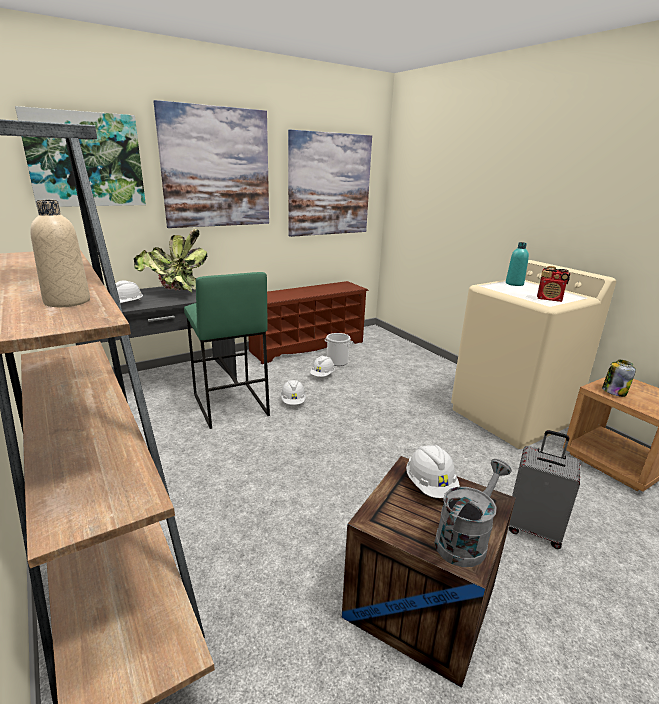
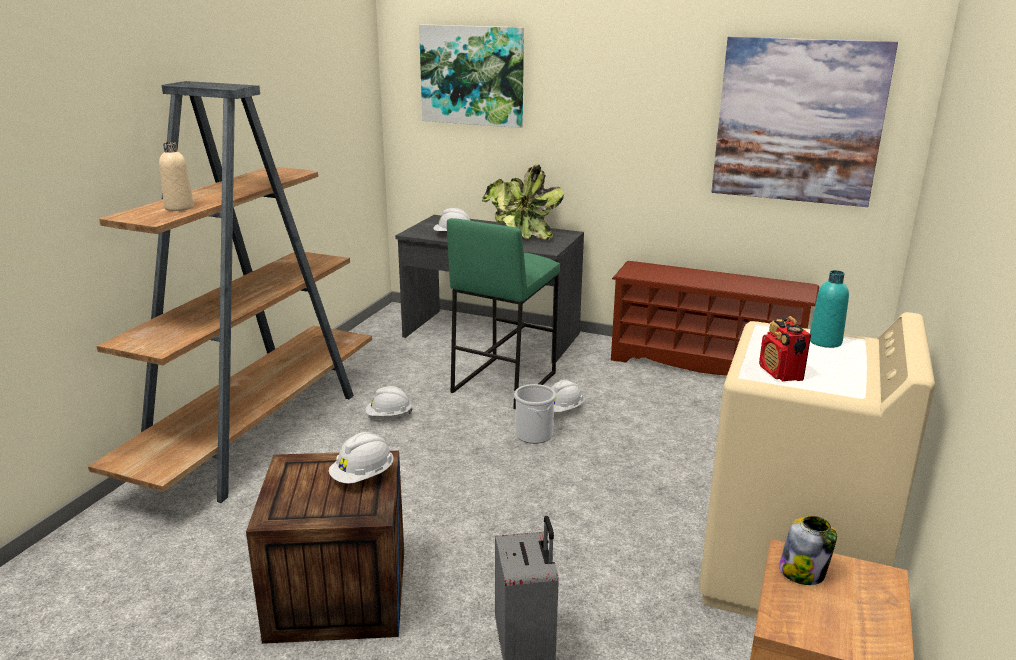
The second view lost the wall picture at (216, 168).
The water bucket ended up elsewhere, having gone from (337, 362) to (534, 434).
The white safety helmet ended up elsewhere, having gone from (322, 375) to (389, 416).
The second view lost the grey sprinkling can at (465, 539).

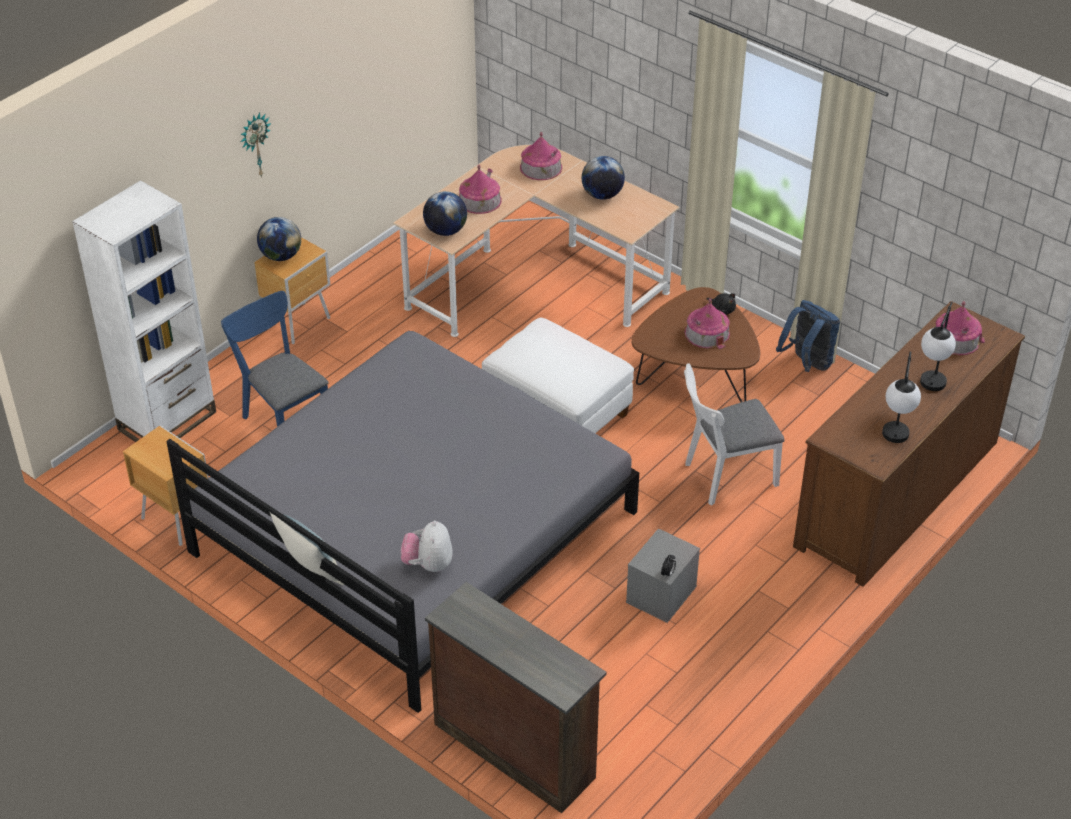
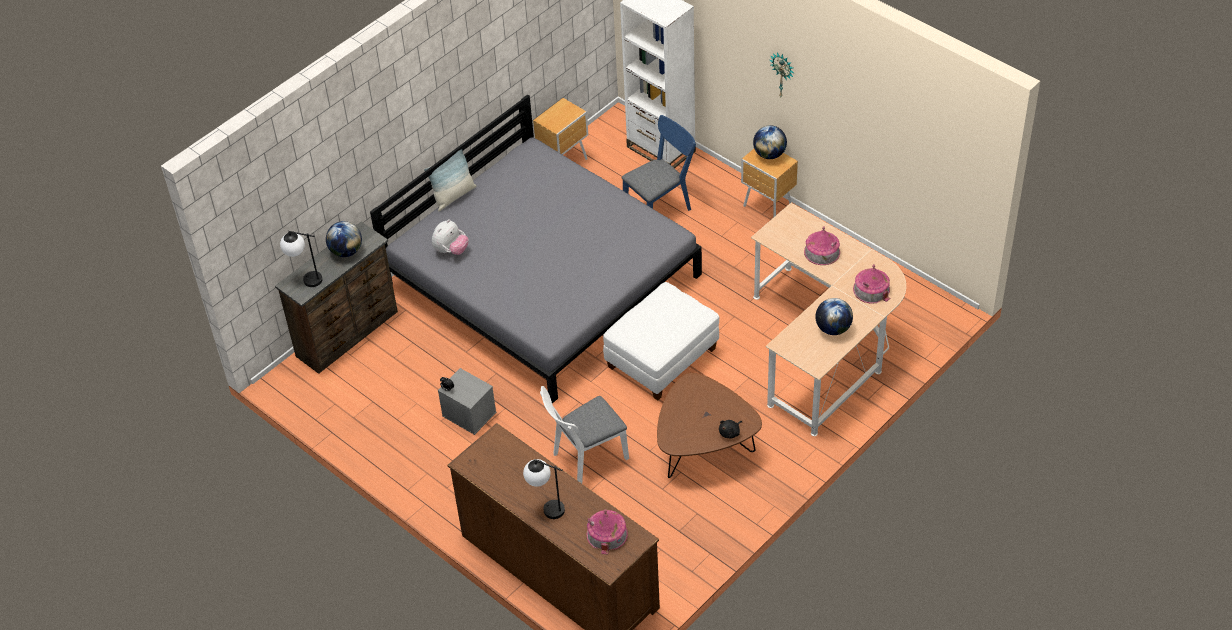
The world globe ended up elsewhere, having gone from (445, 231) to (346, 251).
The second view lost the miniature house at (707, 333).
The second view lost the blue backpack at (807, 363).
The lamp for a table ended up elsewhere, having gone from (894, 441) to (305, 279).
The white chair at (724, 476) ended up facing another way, 105 degrees counterclockwise from before.
The cuddly toy at (428, 564) ended up facing another way, 120 degrees clockwise from before.

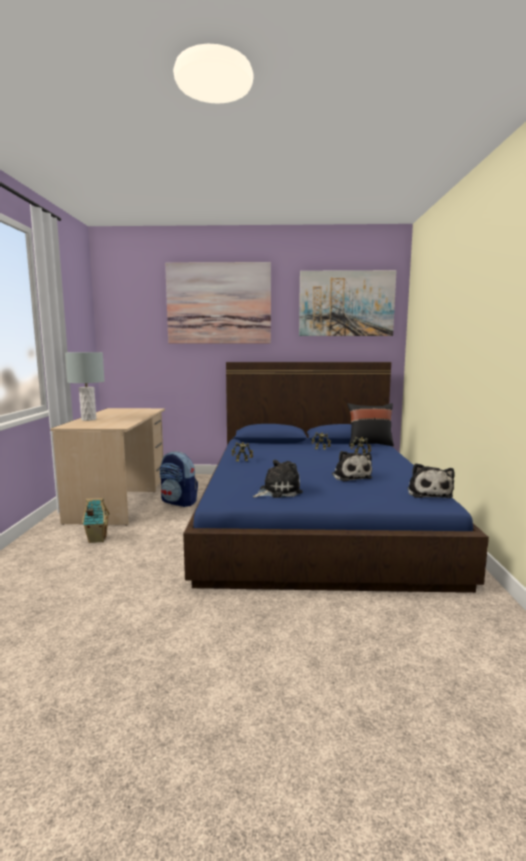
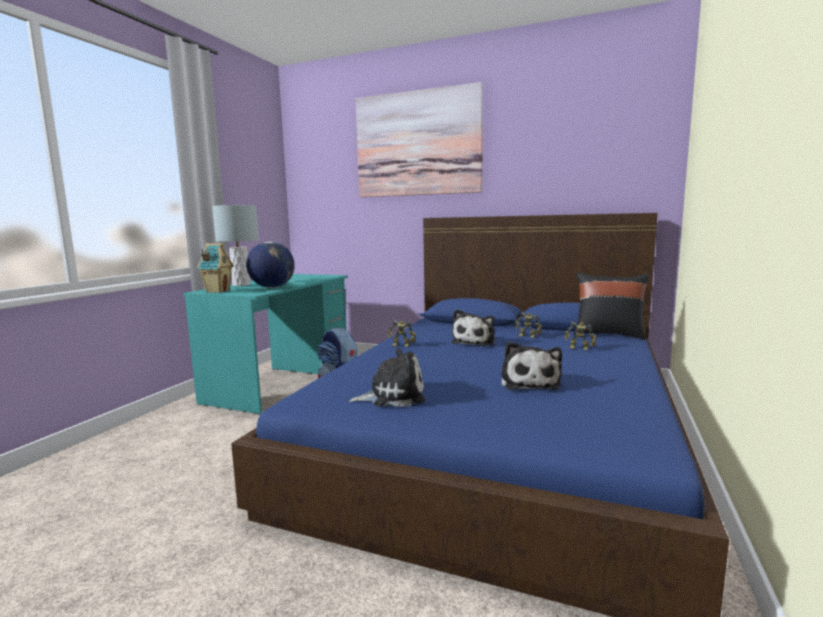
The second view lost the wall picture at (346, 303).
What was the beige-coloured desk at (120, 500) turned into the turquoise-coloured desk at (281, 381).
The cuddly toy ended up elsewhere, having gone from (428, 493) to (475, 342).
The miniature house ended up elsewhere, having gone from (97, 539) to (217, 291).
The second view gained the world globe at (272, 287).

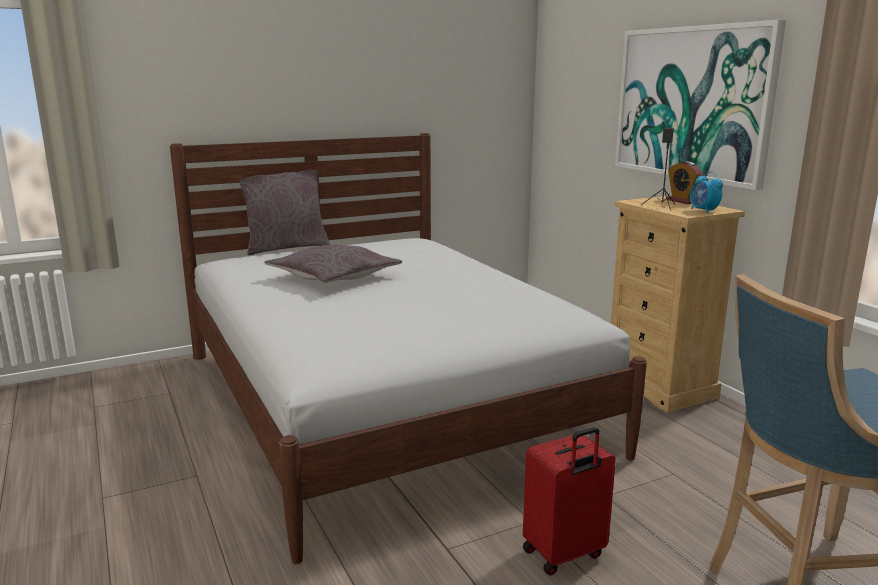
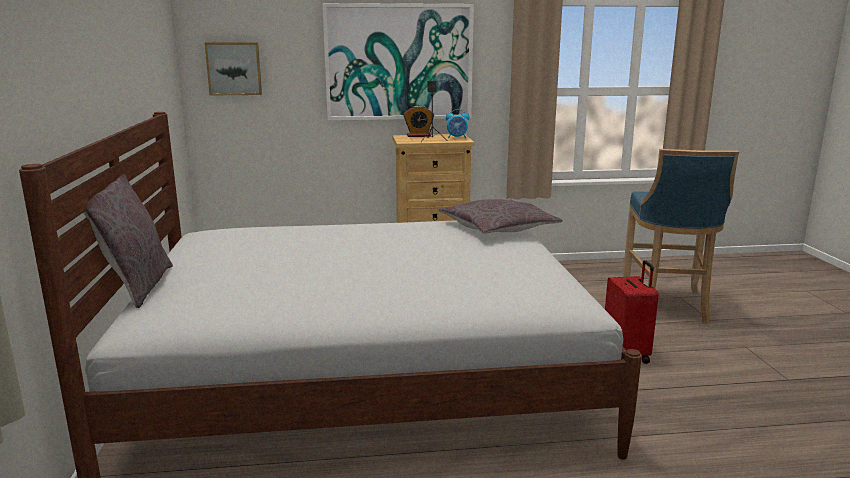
The grey throw pillow ended up elsewhere, having gone from (333, 277) to (498, 228).
The second view gained the wall picture at (234, 68).

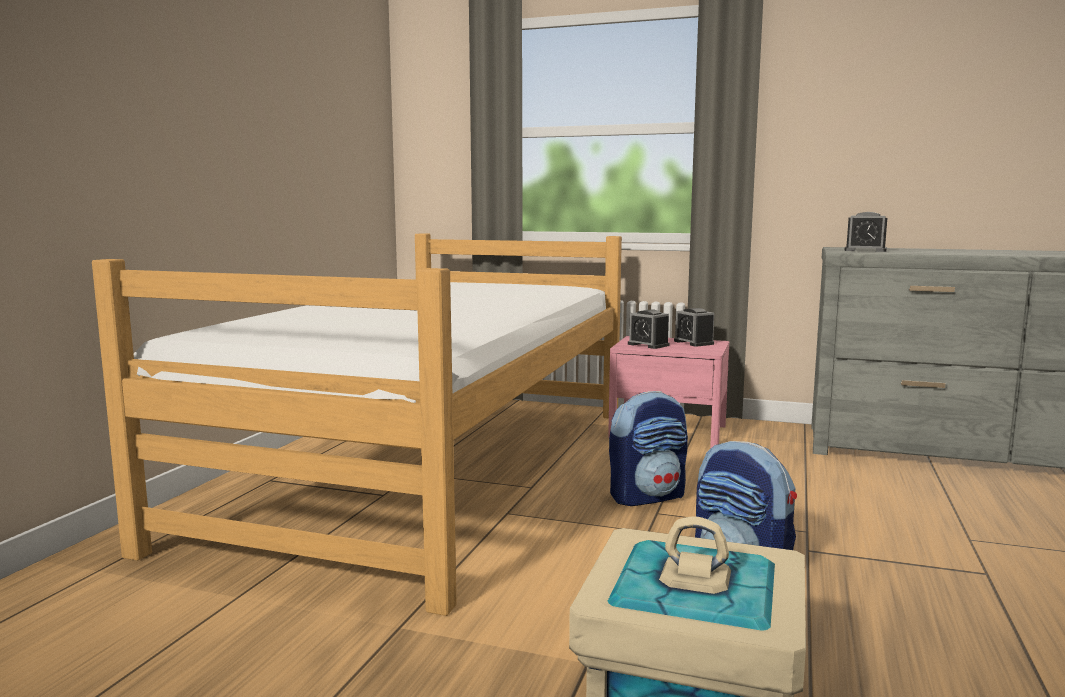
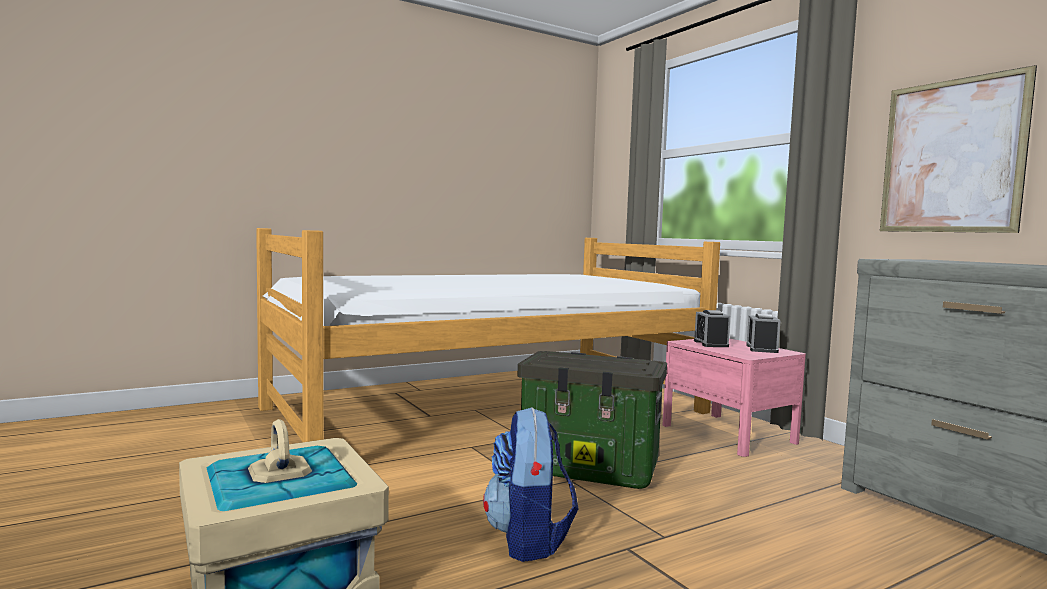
The second view lost the table clock at (865, 250).
Where the backpack stood at (648, 496), the storage container came to stand at (591, 468).
The second view gained the wall picture at (951, 156).

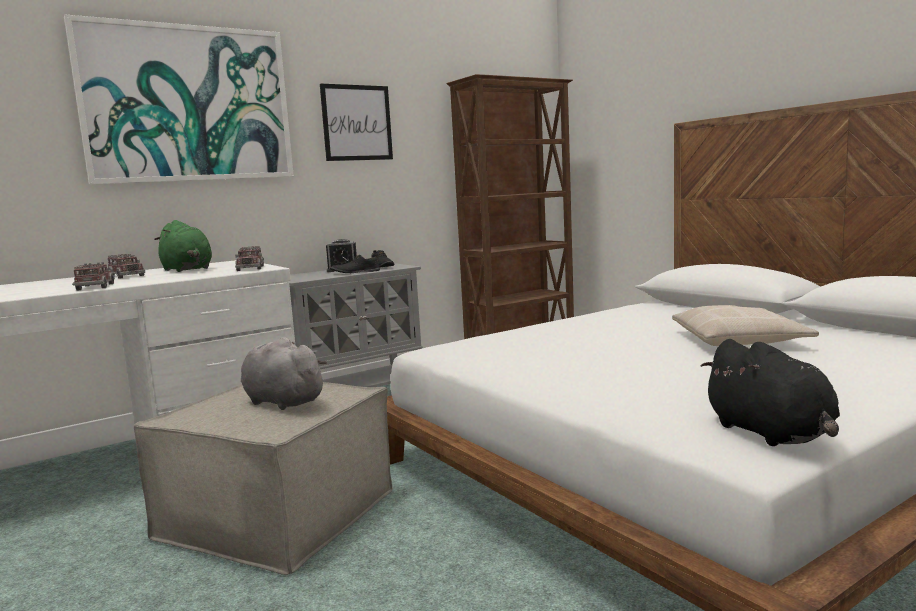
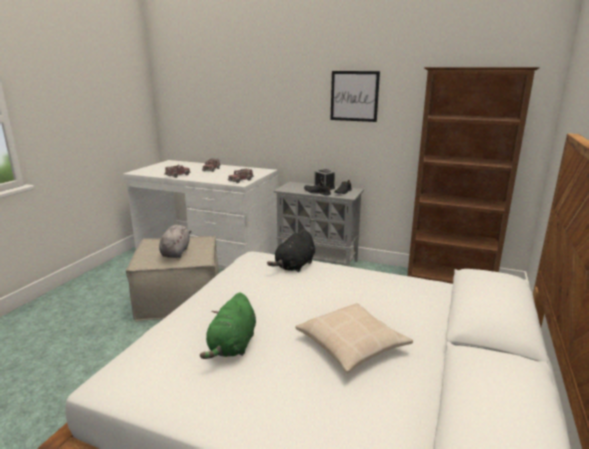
The second view lost the wall picture at (188, 104).
The green-coloured cuddly toy ended up elsewhere, having gone from (187, 270) to (232, 346).
The blackish cuddly toy ended up elsewhere, having gone from (771, 434) to (294, 266).

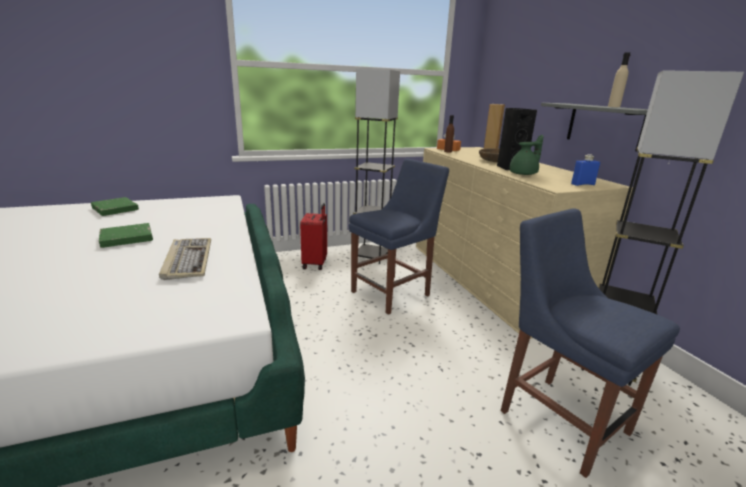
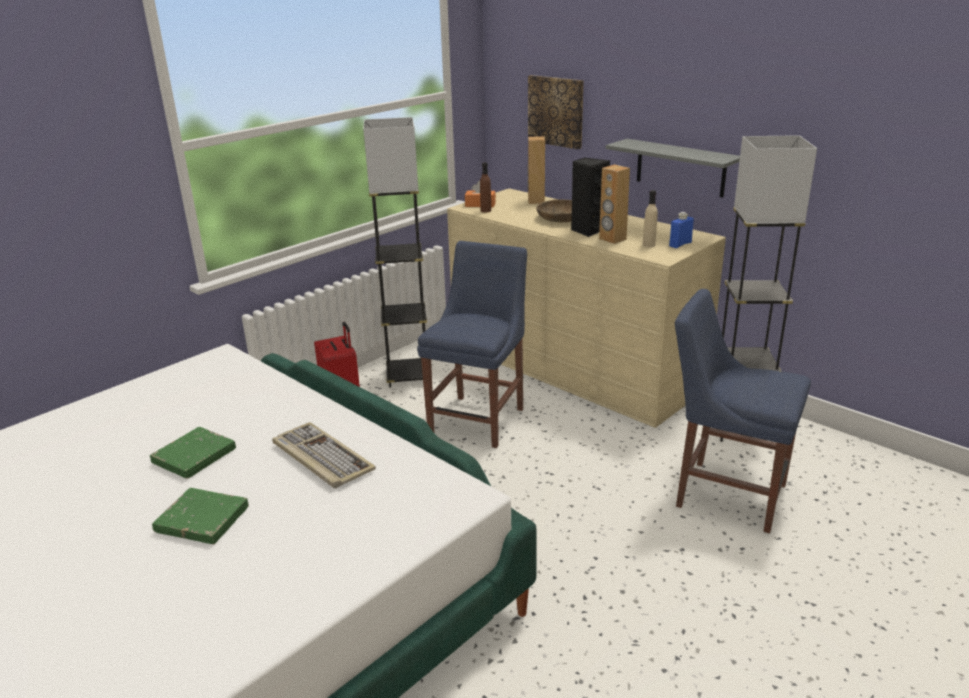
The beige-coloured bottle ended up elsewhere, having gone from (613, 106) to (649, 245).
Where the green-coloured teapot stood at (524, 174), the brown audio speaker came to stand at (612, 239).
The green-coloured book ended up elsewhere, having gone from (115, 209) to (202, 520).
The second view gained the wall picture at (556, 111).

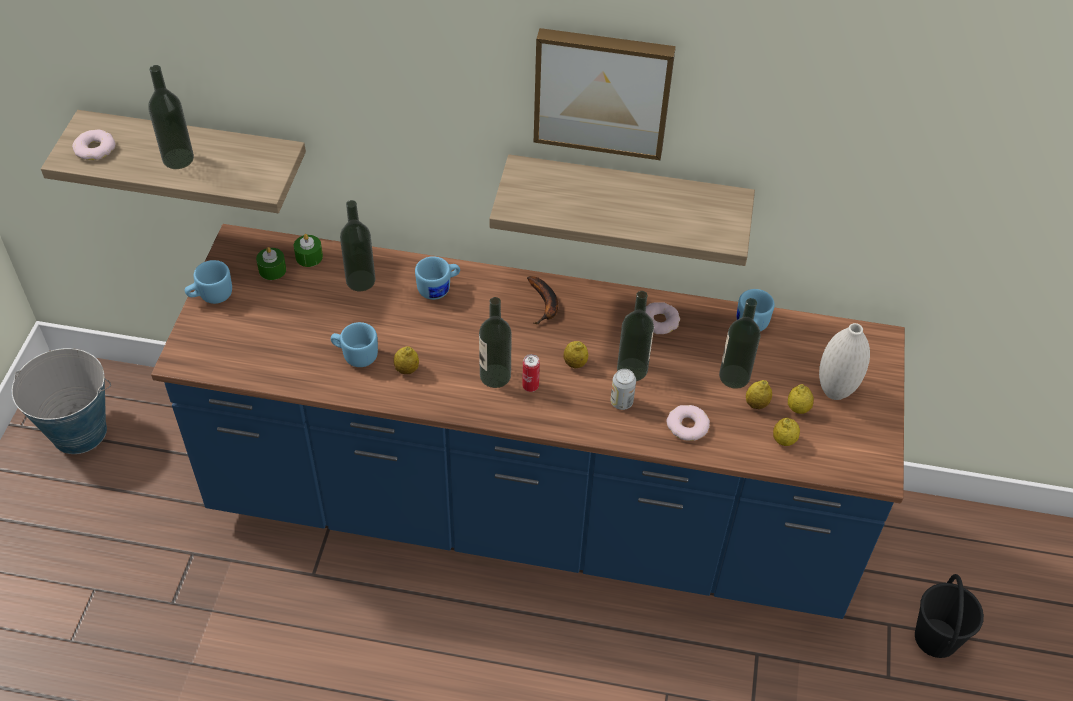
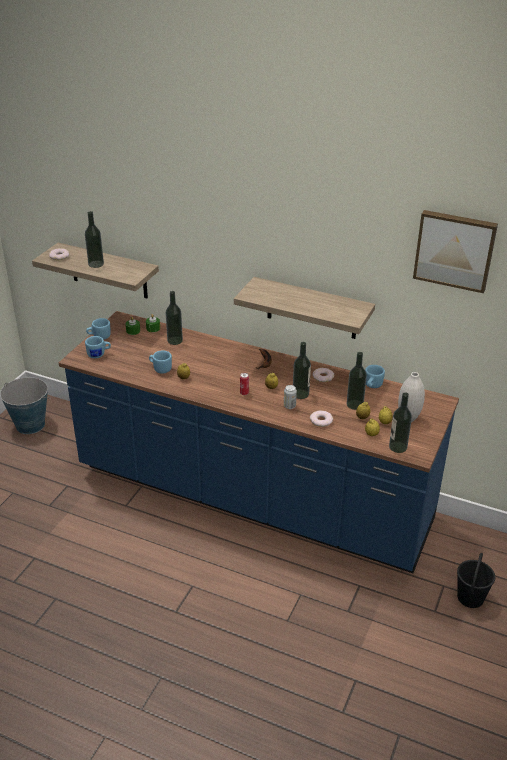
The wall picture ended up elsewhere, having gone from (603, 90) to (455, 250).
The blue mug ended up elsewhere, having gone from (439, 288) to (99, 354).
The bottle ended up elsewhere, having gone from (495, 376) to (398, 447).

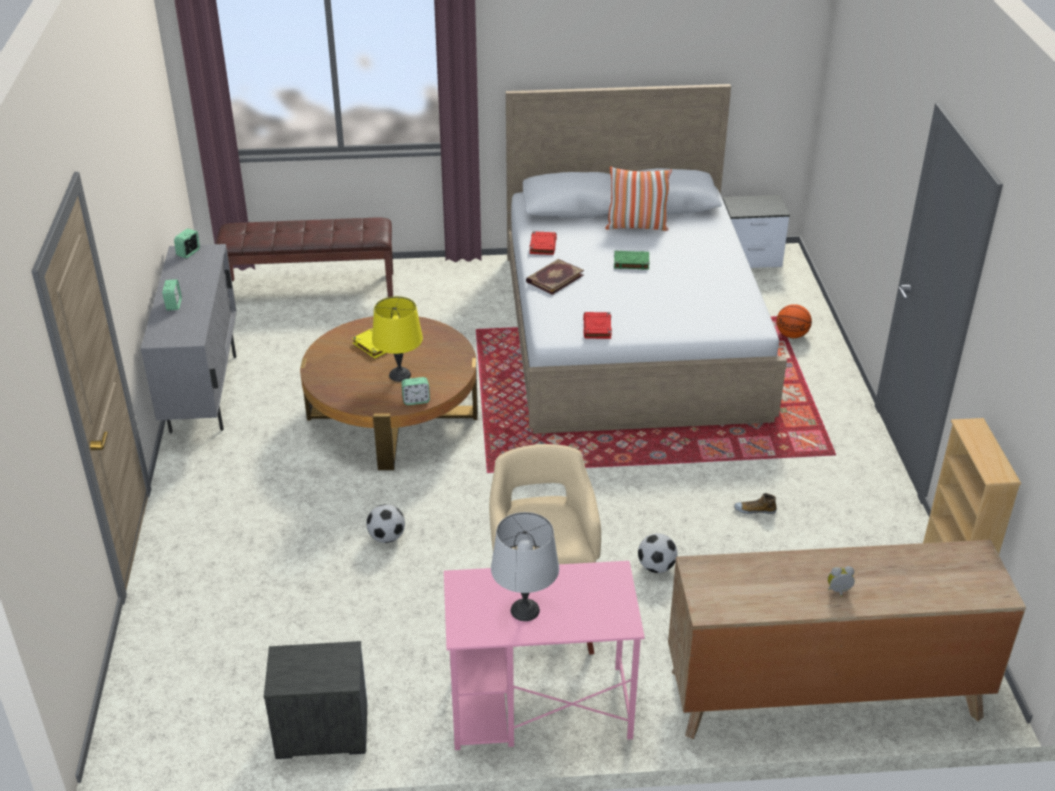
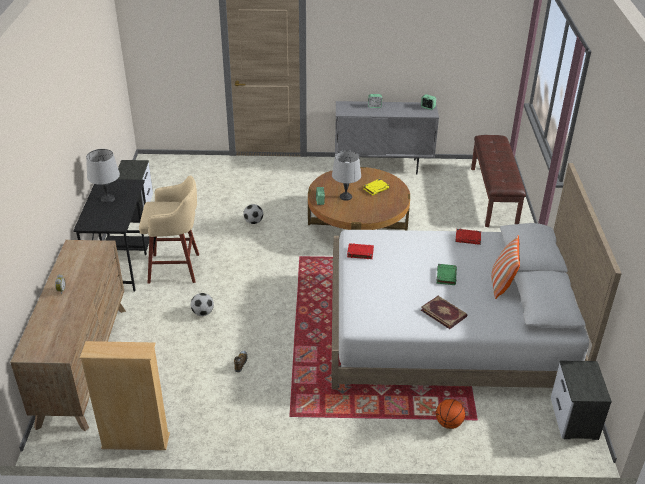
The book ended up elsewhere, having gone from (554, 278) to (444, 313).
What was the yellow lamp for a table at (400, 375) turned into the grey lamp for a table at (345, 197).
What was the pink desk at (538, 708) turned into the blackish desk at (121, 263).

